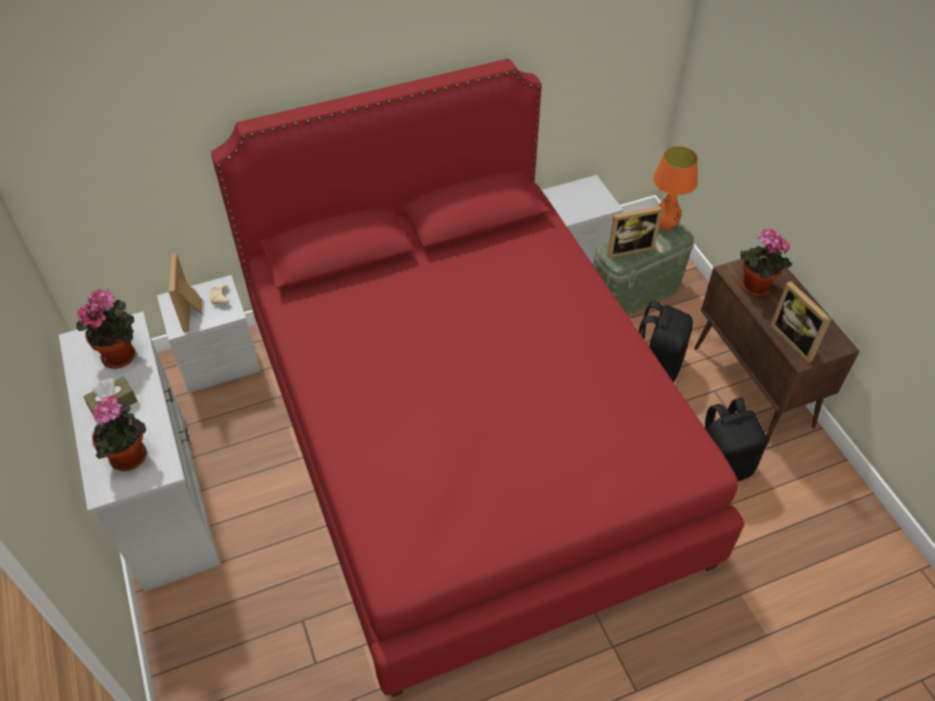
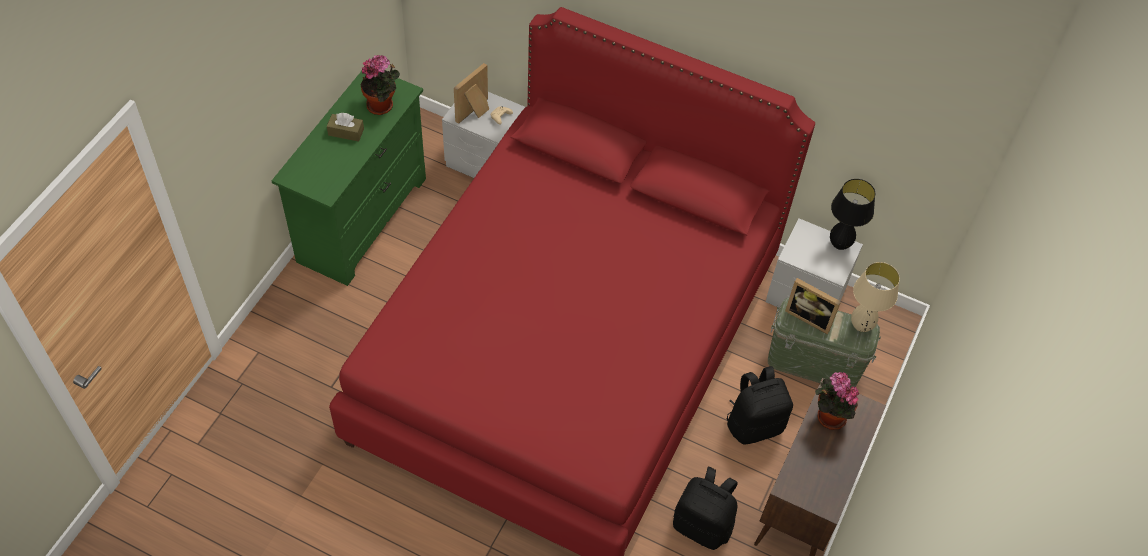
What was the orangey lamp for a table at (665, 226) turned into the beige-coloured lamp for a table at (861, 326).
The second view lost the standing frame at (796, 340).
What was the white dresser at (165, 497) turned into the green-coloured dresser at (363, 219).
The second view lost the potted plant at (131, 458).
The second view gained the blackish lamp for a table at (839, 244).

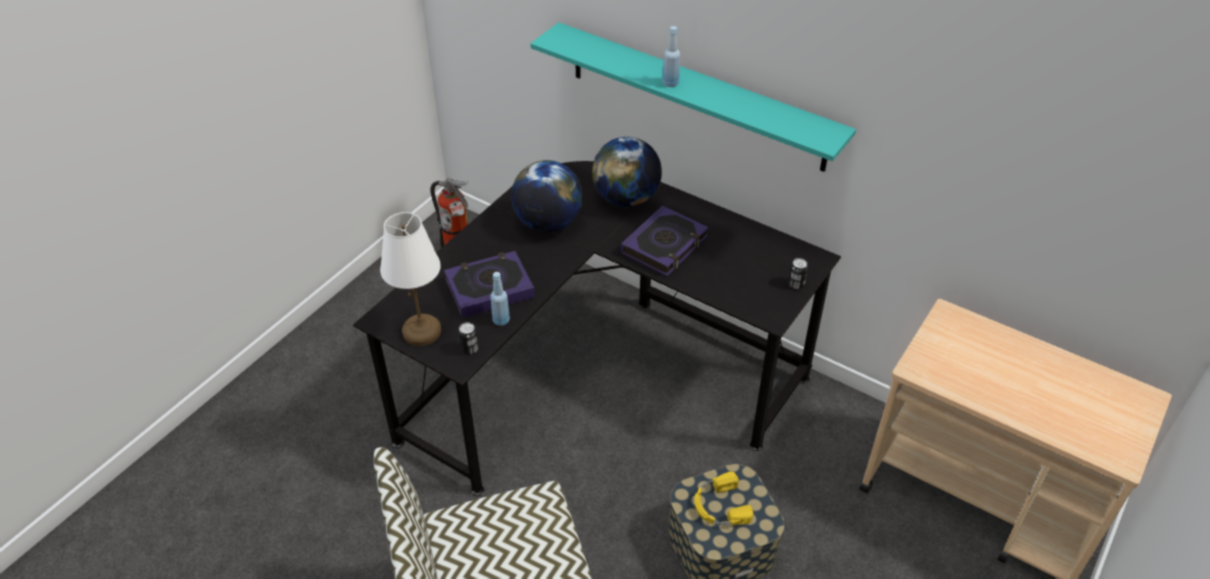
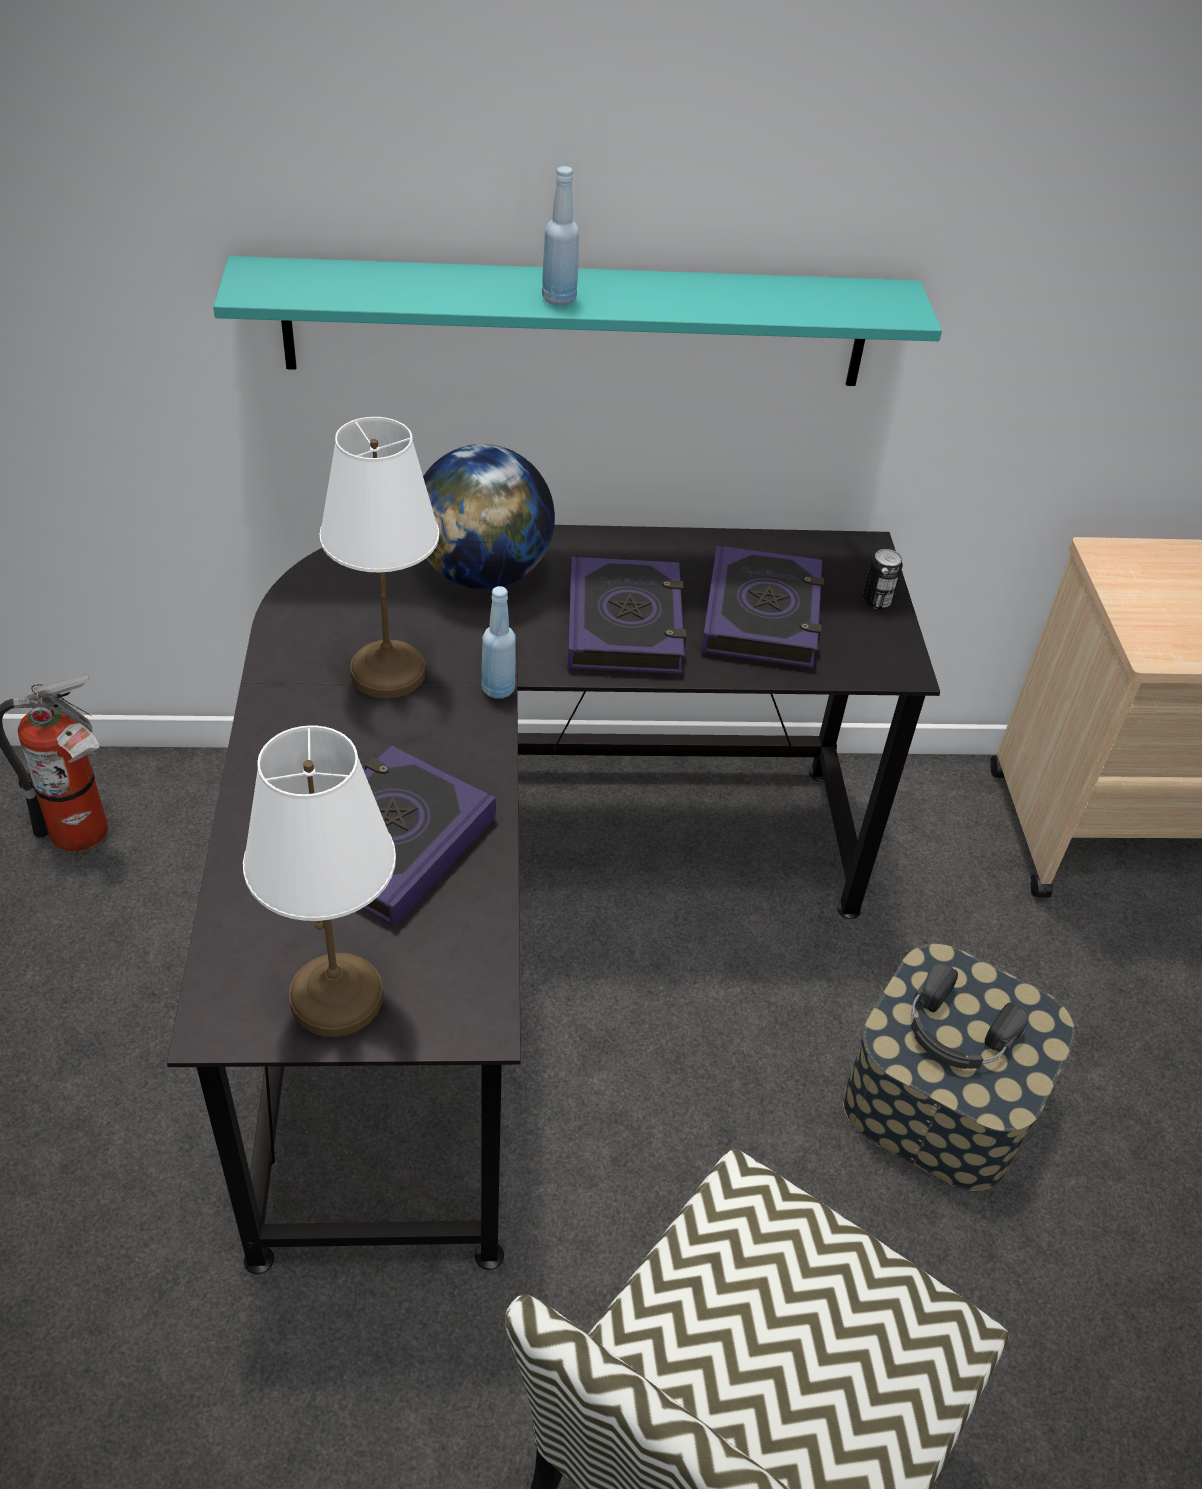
Where the world globe stood at (548, 223), the white lamp for a table came to stand at (386, 672).
The blue bottle ended up elsewhere, having gone from (501, 320) to (498, 689).
The second view lost the can at (469, 349).
What was the yellow pair of headphones at (719, 506) turned into the blackish pair of headphones at (956, 1032).
The second view gained the book at (762, 616).

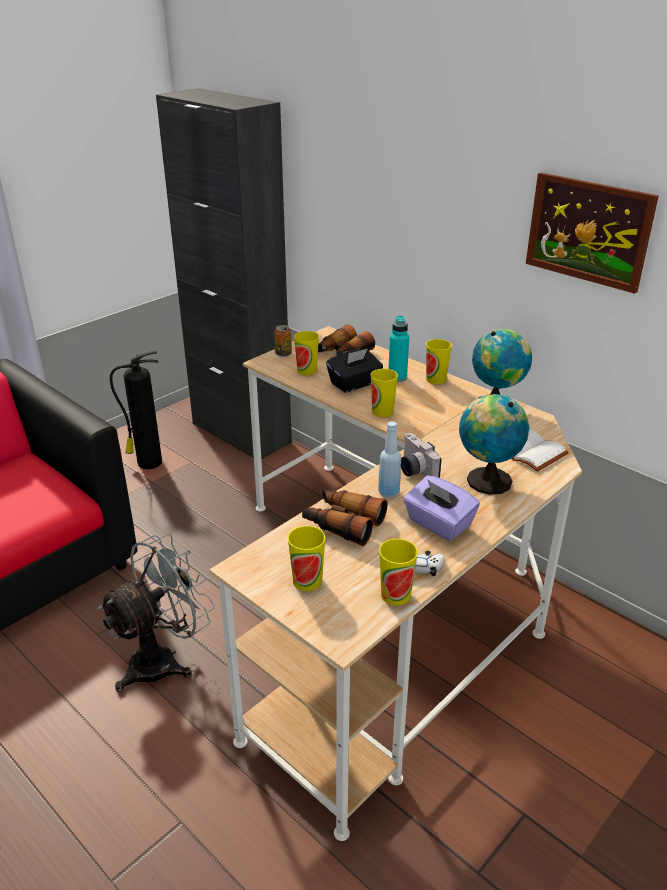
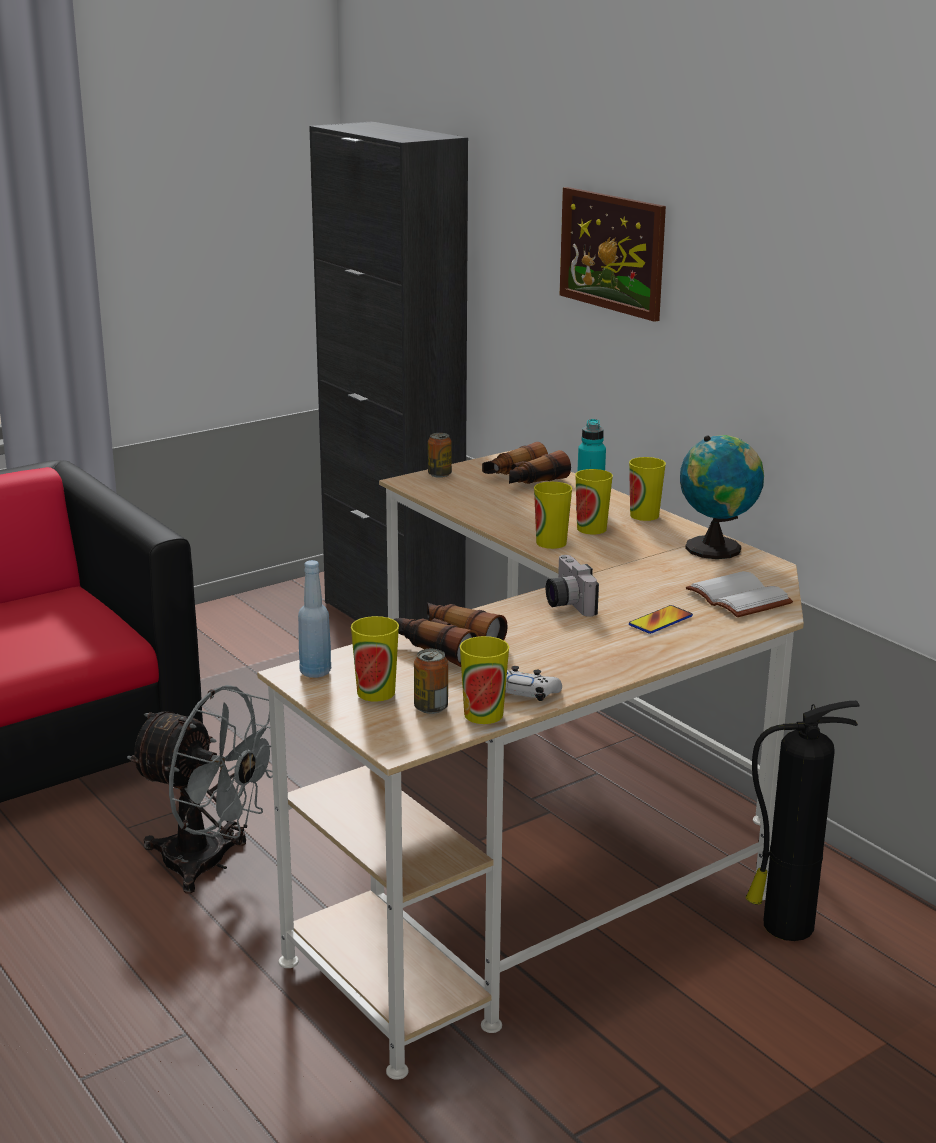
The wall picture ended up elsewhere, having gone from (588, 231) to (612, 252).
The small cup ended up elsewhere, having gone from (307, 370) to (591, 529).
The second view lost the blackish box of tissues at (354, 384).
The fire-fighting cylinder ended up elsewhere, having gone from (148, 463) to (784, 926).
Where the world globe stood at (486, 480), the handset came to stand at (660, 621).
The blue bottle ended up elsewhere, having gone from (388, 492) to (315, 672).
The second view lost the purple-coloured box of tissues at (438, 524).
The grey electric fan at (164, 660) ended up facing another way, 60 degrees clockwise from before.
The second view gained the can at (431, 708).

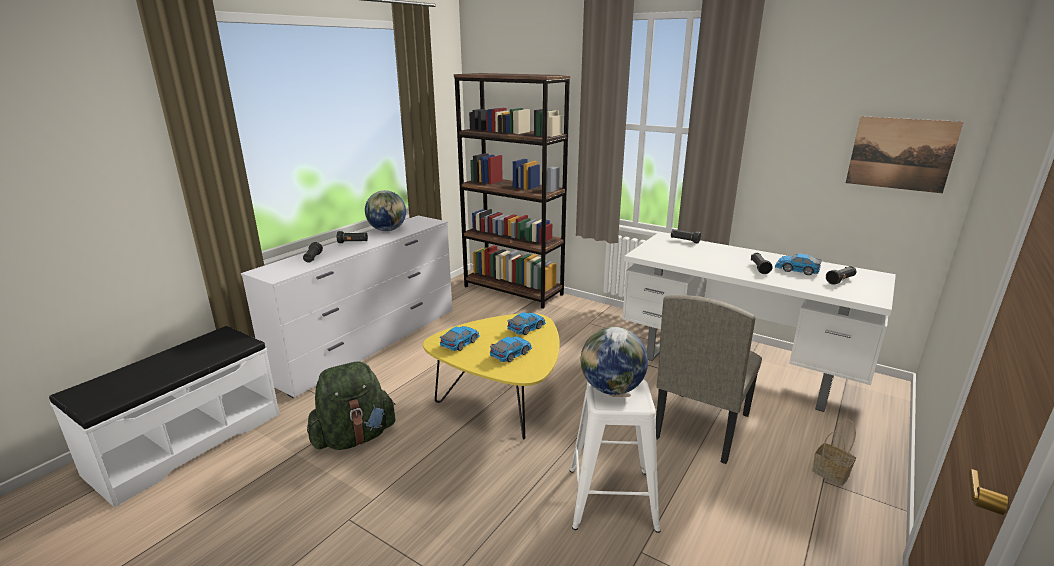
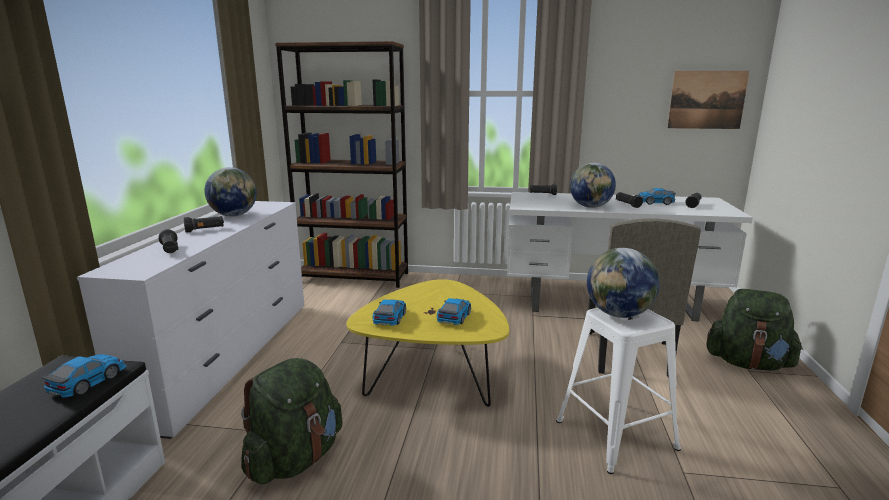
The model car ended up elsewhere, having gone from (526, 328) to (88, 381).
Where the storage basket stood at (832, 473), the green-coloured backpack came to stand at (748, 363).
The second view gained the world globe at (590, 207).

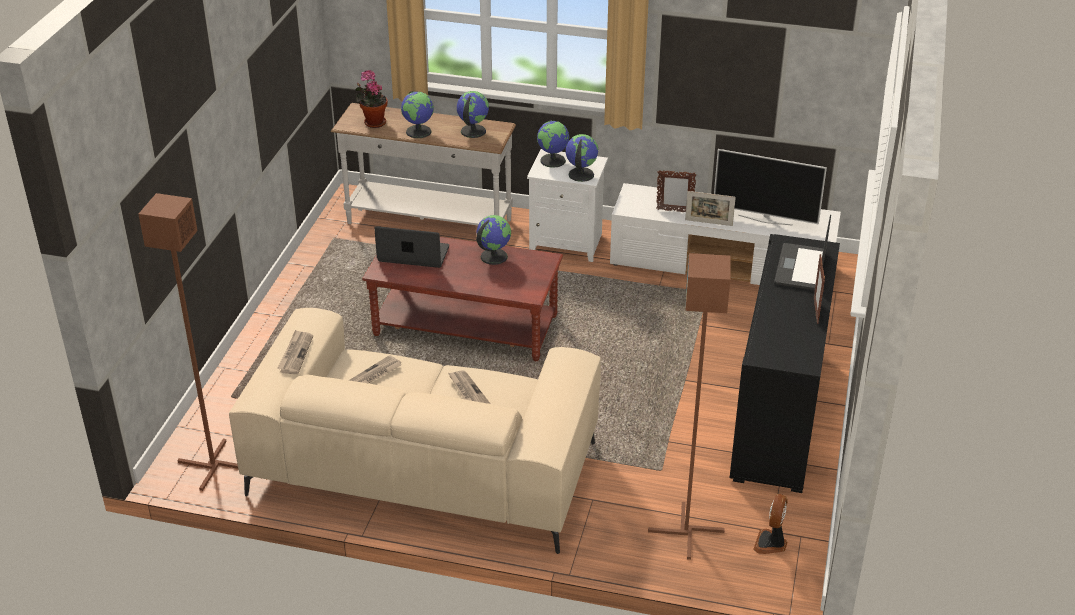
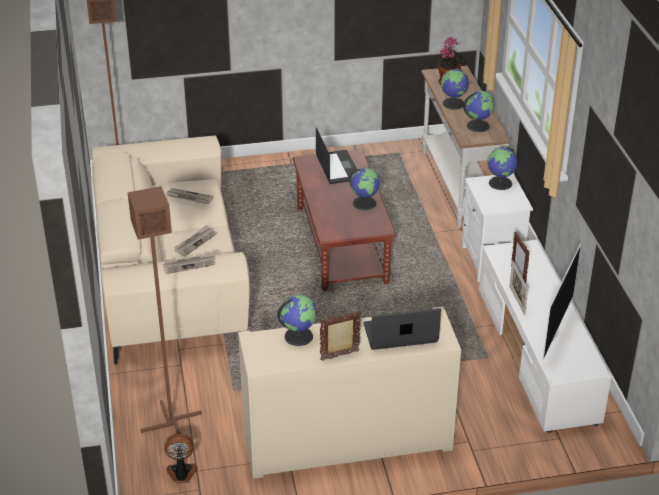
The world globe ended up elsewhere, having gone from (580, 174) to (298, 336).
The TV at (765, 219) ended up facing another way, 150 degrees counterclockwise from before.
What was the blackish storage cabinet at (778, 414) turned into the beige-coloured storage cabinet at (347, 441).
The daily paper ended up elsewhere, having gone from (295, 354) to (189, 264).

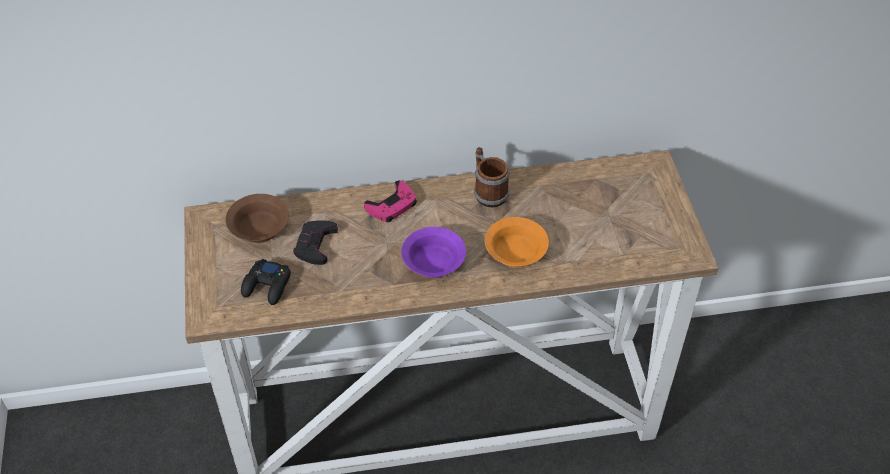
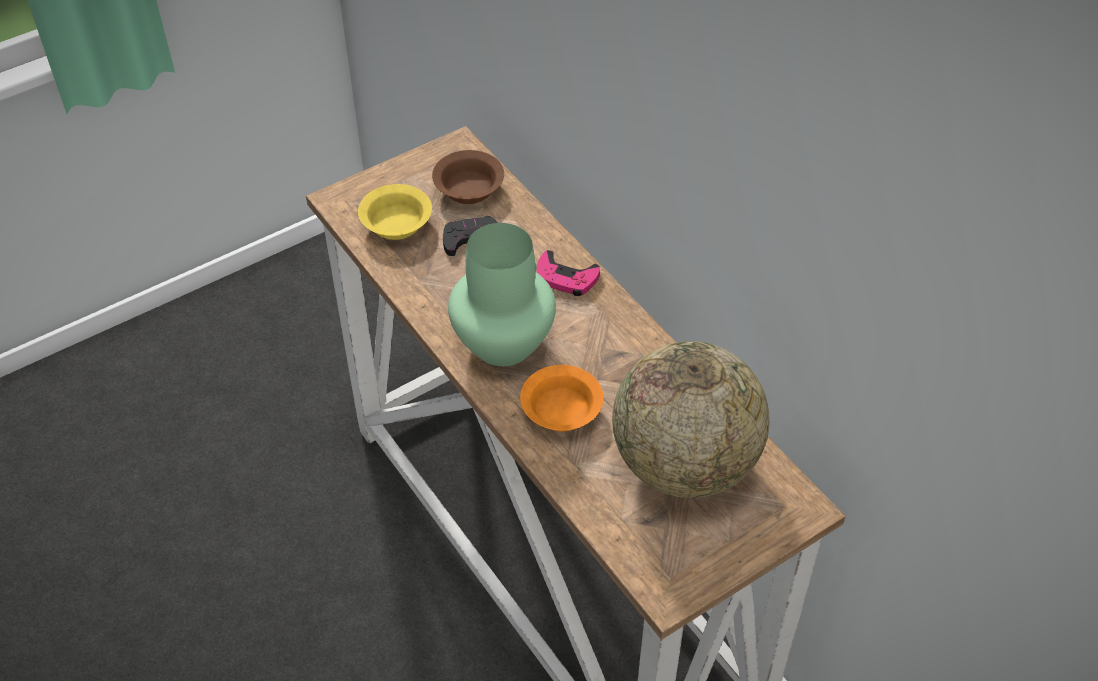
The second view lost the mug at (487, 191).
Where the purple-coloured serving bowl stood at (433, 264), the green-coloured decorative vase came to stand at (501, 343).
Where the blackish joypad stood at (267, 286), the yellow serving bowl came to stand at (397, 225).
The second view gained the world globe at (684, 464).

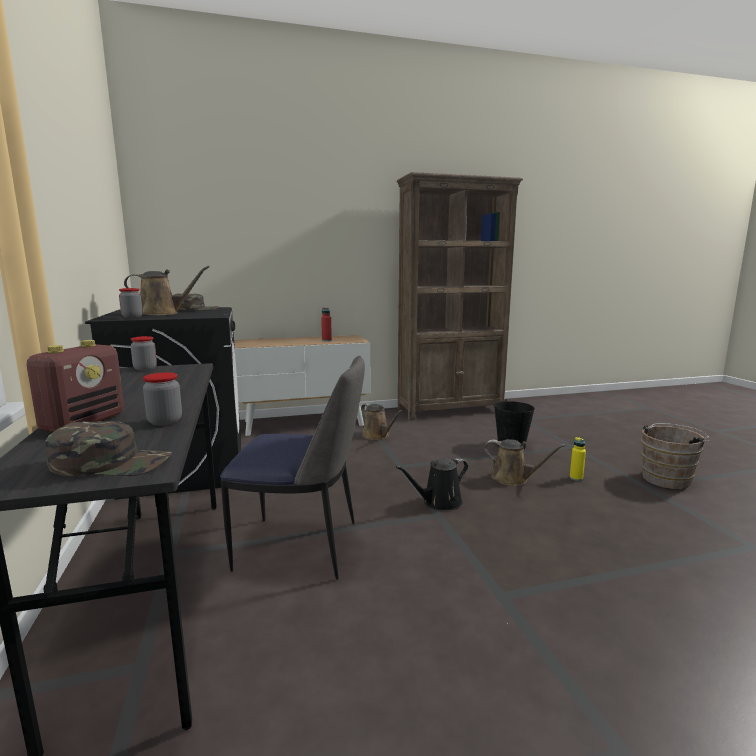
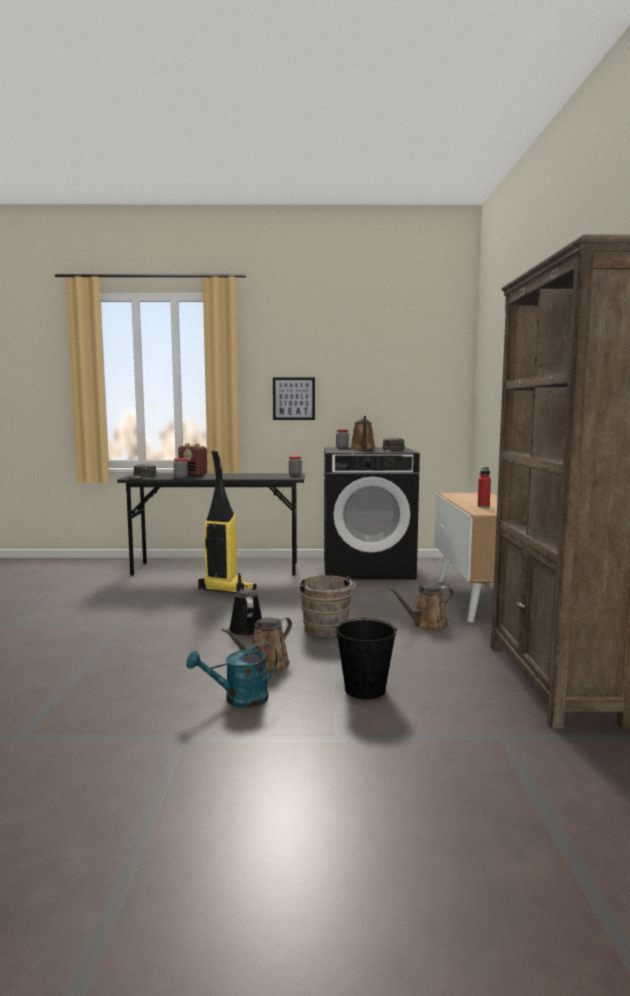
Where the chair stood at (301, 546), the vacuum cleaner came to stand at (226, 590).
The brown water bucket ended up elsewhere, having gone from (667, 478) to (326, 630).
Where the yellow bottle stood at (576, 478), the turquoise-coloured sprinkling can came to stand at (238, 699).
The second view gained the wall picture at (294, 398).

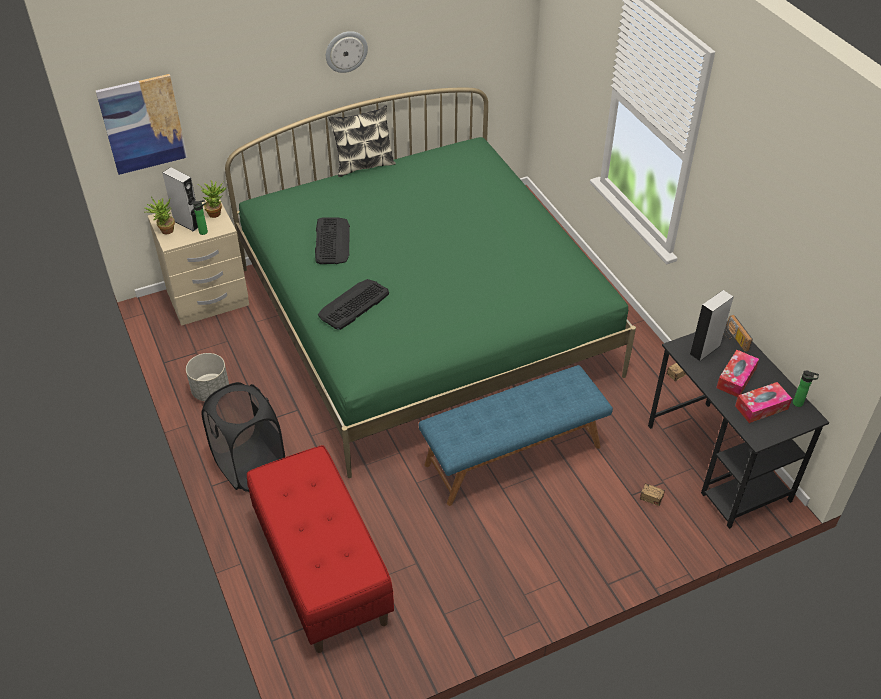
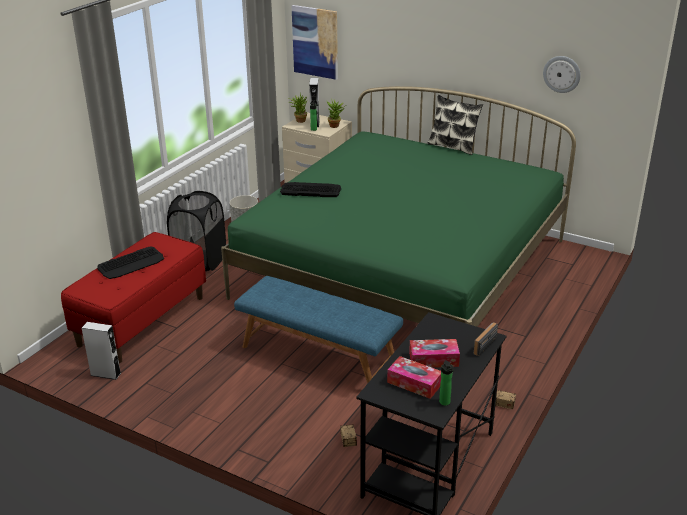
The wall clock ended up elsewhere, having gone from (346, 51) to (562, 74).
The computer keyboard ended up elsewhere, having gone from (332, 241) to (131, 263).
The grey audio speaker ended up elsewhere, having gone from (705, 350) to (105, 374).

